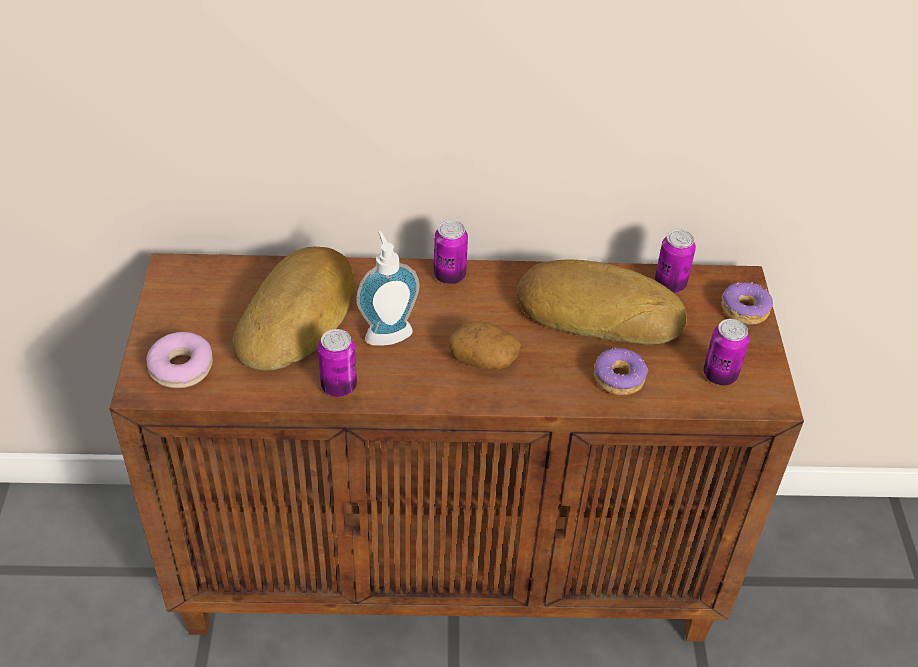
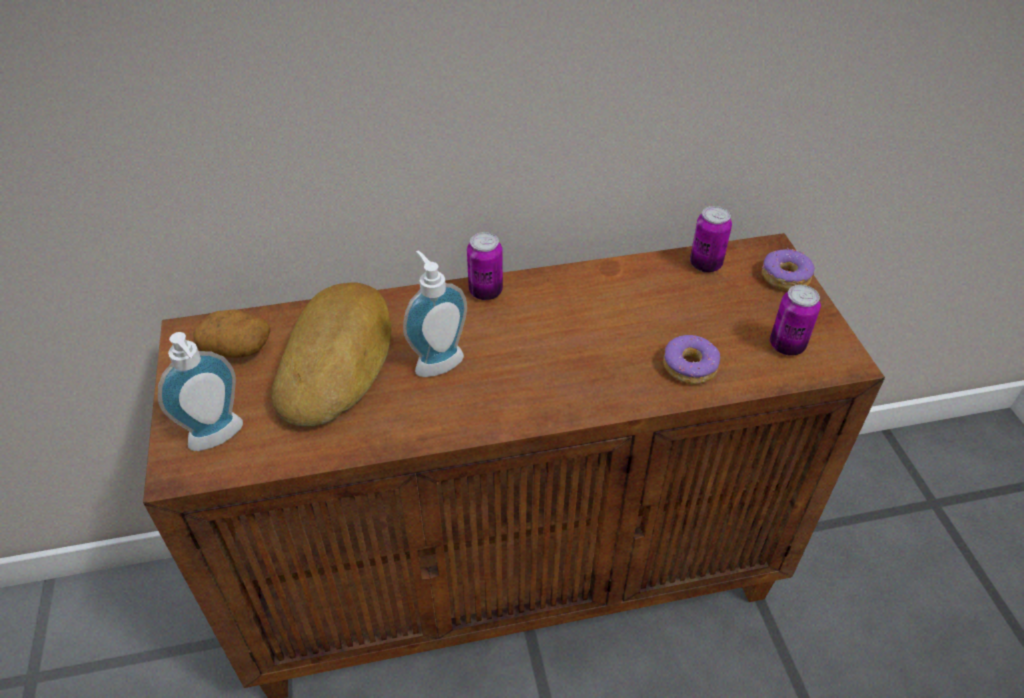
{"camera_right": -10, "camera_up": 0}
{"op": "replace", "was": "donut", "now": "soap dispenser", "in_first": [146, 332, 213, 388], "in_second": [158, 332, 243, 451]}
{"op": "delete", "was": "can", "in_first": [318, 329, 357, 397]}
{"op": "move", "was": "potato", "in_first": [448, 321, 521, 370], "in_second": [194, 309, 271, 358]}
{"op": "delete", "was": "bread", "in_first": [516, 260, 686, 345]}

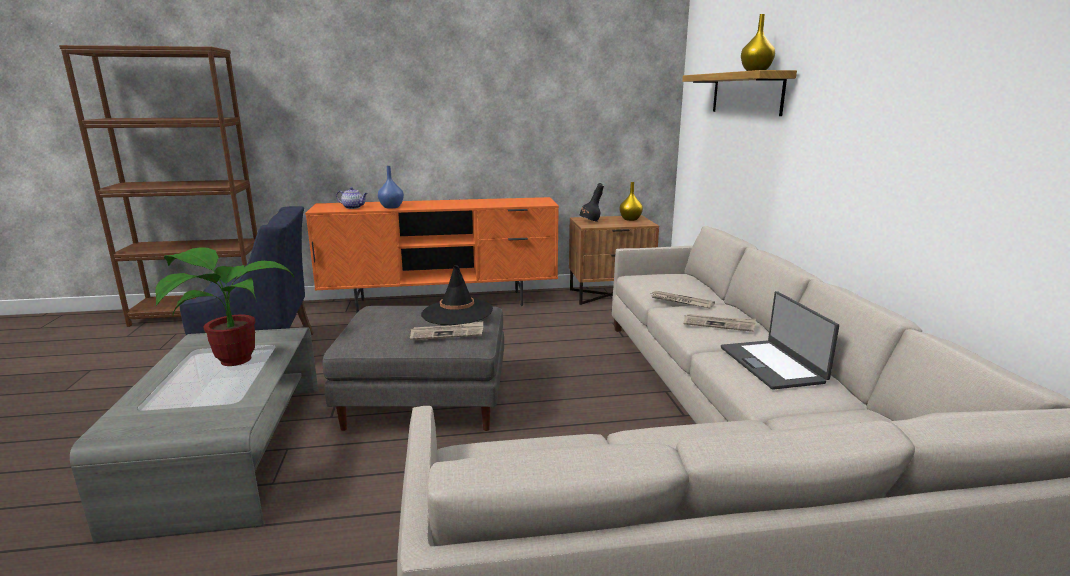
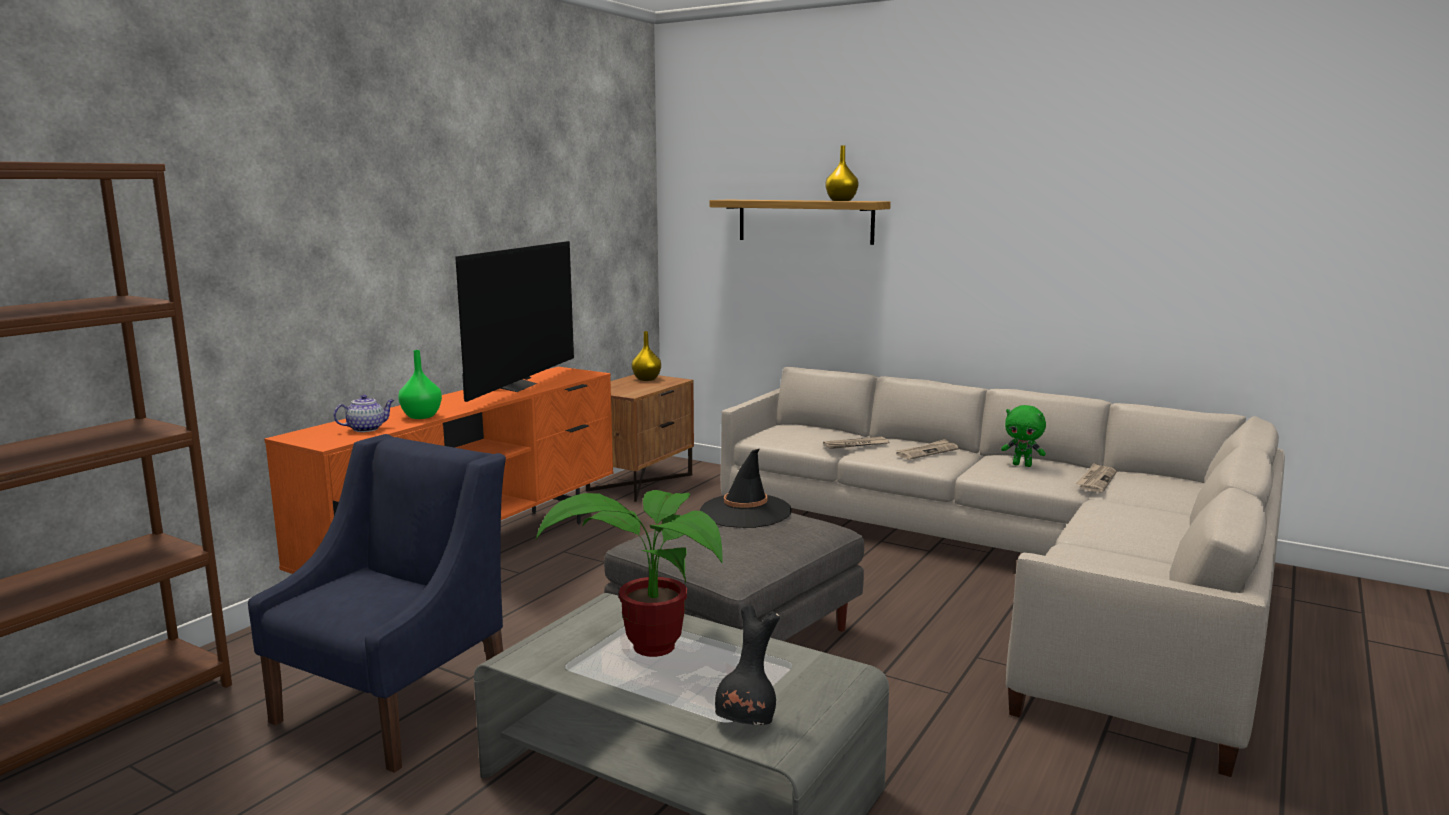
{"camera_right": -50, "camera_up": -5}
{"op": "recolor", "was": "blue vase", "now": "green vase", "in_first": [378, 166, 404, 209], "in_second": [398, 350, 442, 419]}
{"op": "move", "was": "newspaper", "in_first": [410, 321, 483, 340], "in_second": [1076, 463, 1117, 493]}
{"op": "move", "was": "black vase", "in_first": [580, 183, 604, 222], "in_second": [715, 605, 780, 725]}
{"op": "replace", "was": "laptop", "now": "green plush toy", "in_first": [721, 291, 839, 390], "in_second": [1001, 405, 1046, 467]}
{"op": "insert", "now": "television", "in_second": [455, 241, 574, 402]}

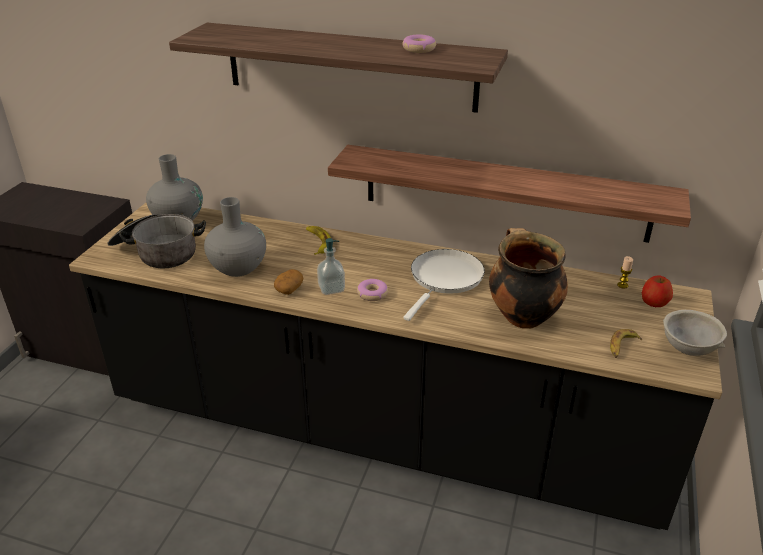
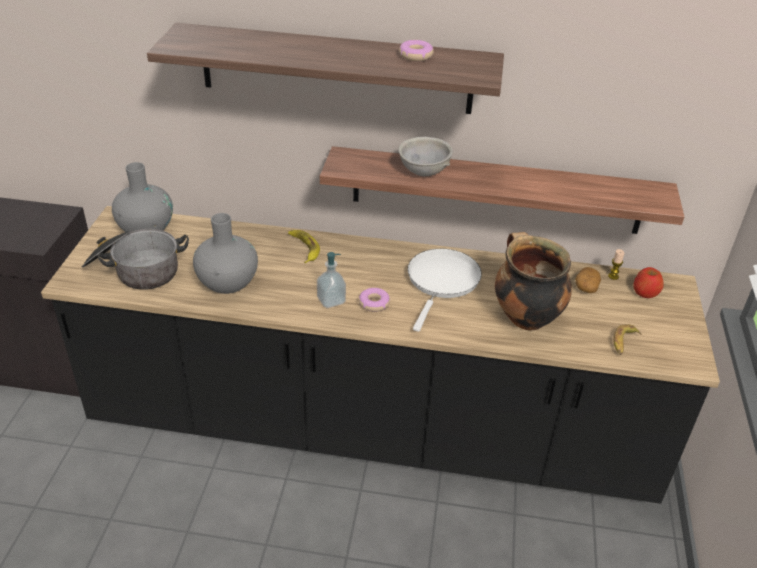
{"camera_right": -10, "camera_up": 5}
{"op": "move", "was": "potato", "in_first": [274, 269, 303, 295], "in_second": [575, 267, 601, 293]}
{"op": "move", "was": "grey bowl", "in_first": [663, 310, 727, 356], "in_second": [399, 137, 453, 176]}

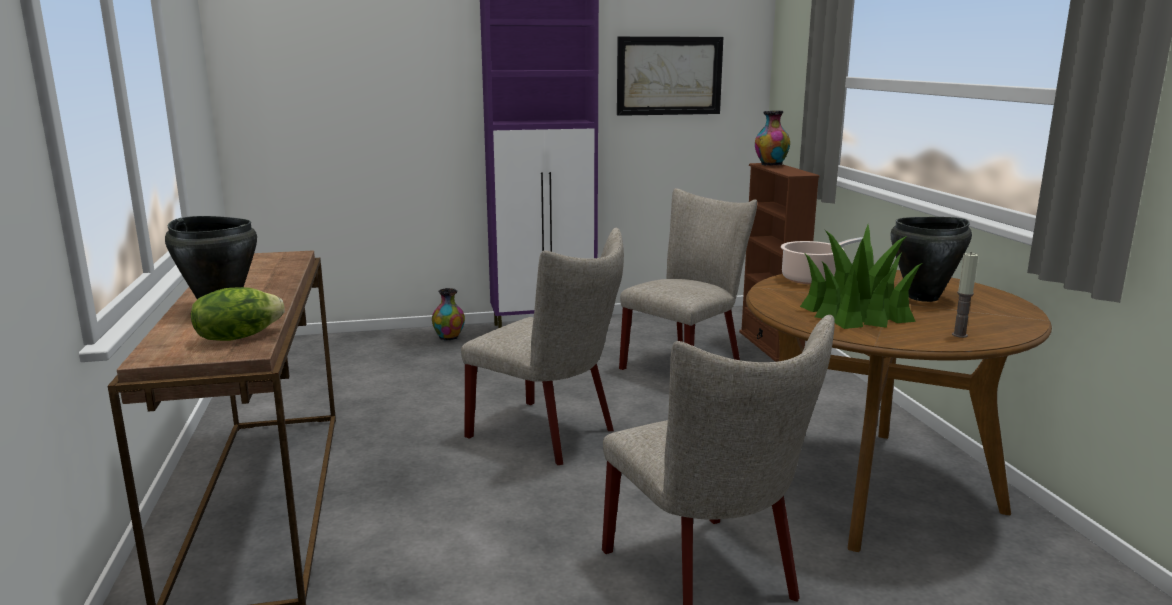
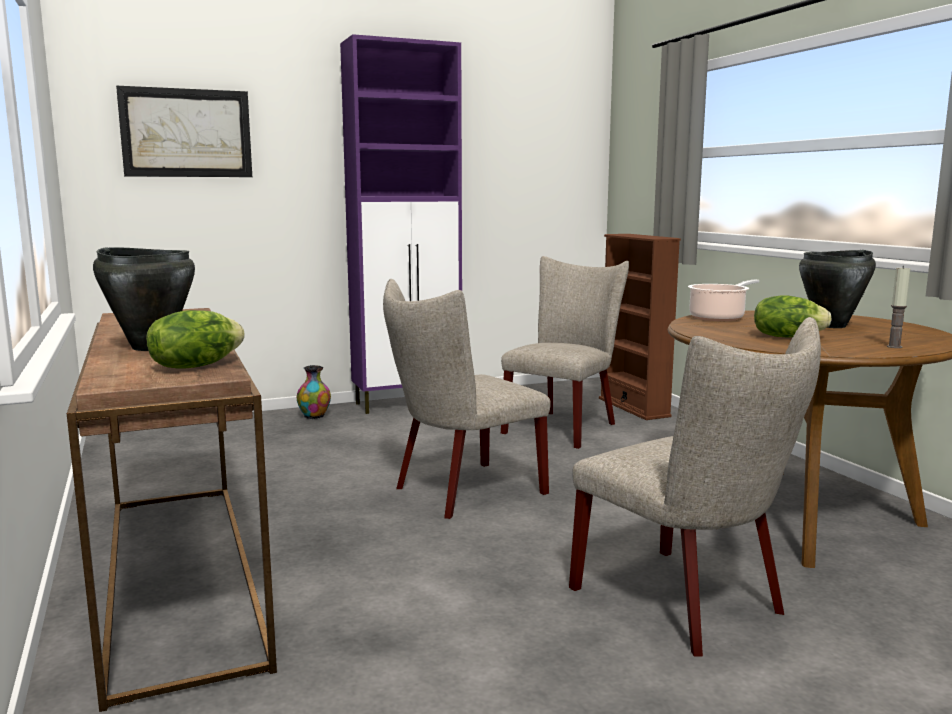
{"camera_right": -10, "camera_up": -5}
{"op": "rotate", "was": "beige chair", "in_first": [461, 228, 624, 465], "in_second": [383, 279, 551, 519], "clockwise": 120}
{"op": "move", "was": "picture", "in_first": [617, 36, 723, 116], "in_second": [116, 86, 252, 177]}
{"op": "delete", "was": "vase", "in_first": [755, 111, 790, 165]}
{"op": "replace", "was": "potted plant", "now": "lettuce", "in_first": [800, 225, 922, 329], "in_second": [754, 296, 832, 337]}

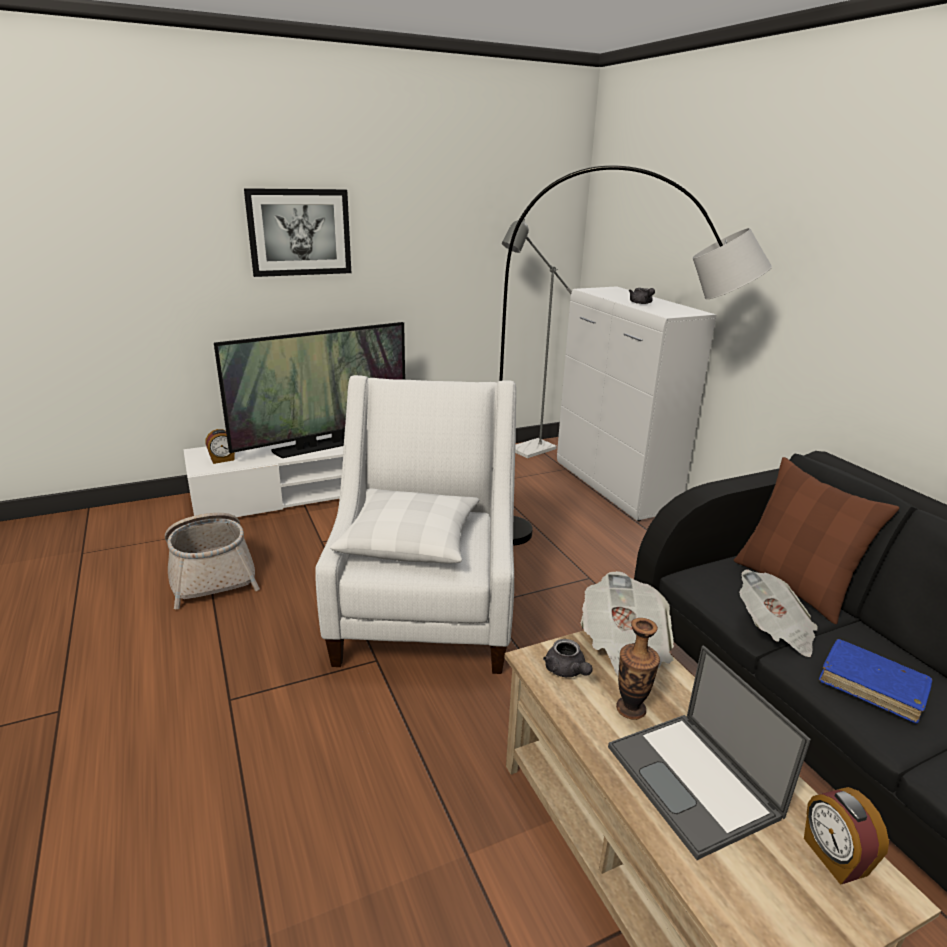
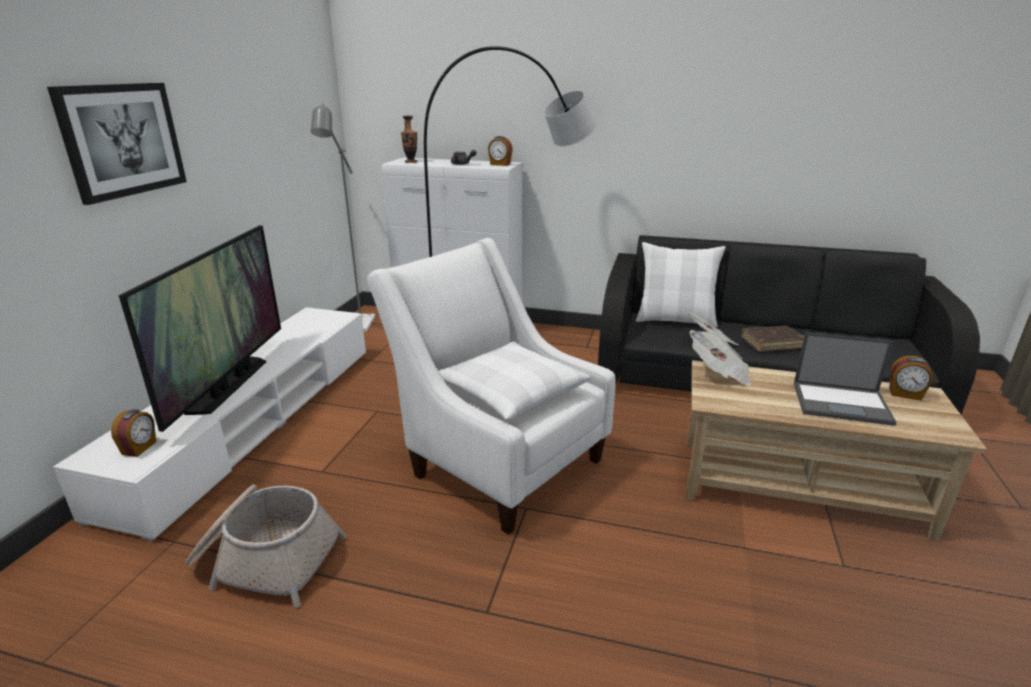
{"camera_right": -50, "camera_up": 0}
{"op": "delete", "was": "grey teapot", "in_first": [543, 639, 593, 677]}
{"op": "move", "was": "vase", "in_first": [616, 618, 660, 720], "in_second": [401, 116, 417, 163]}
{"op": "recolor", "was": "brown pillow", "now": "white pillow", "in_first": [734, 457, 900, 624], "in_second": [636, 242, 726, 327]}
{"op": "recolor", "was": "blue book", "now": "brown book", "in_first": [819, 639, 932, 723], "in_second": [741, 326, 804, 352]}
{"op": "insert", "now": "alarm clock", "in_second": [488, 136, 513, 166]}

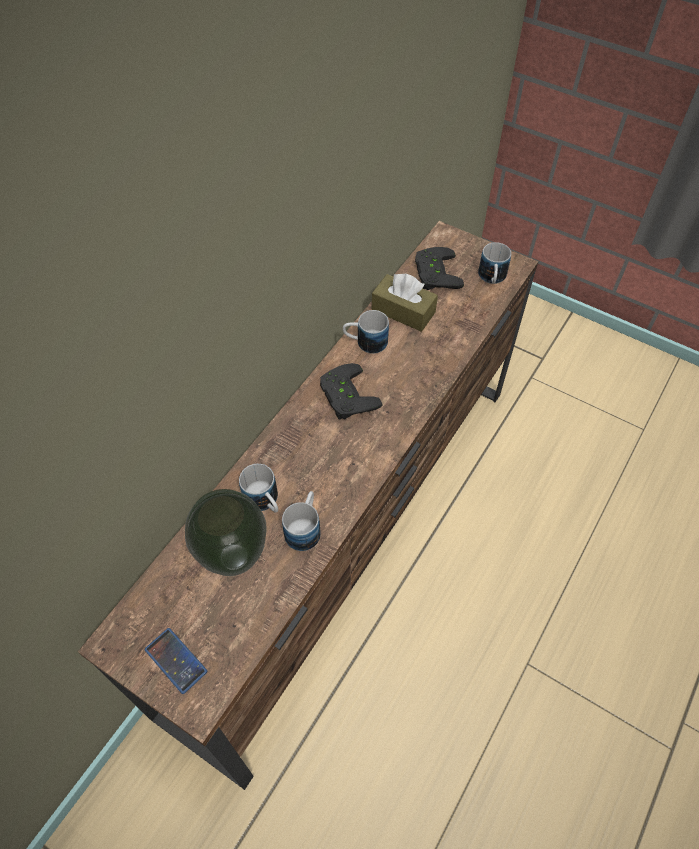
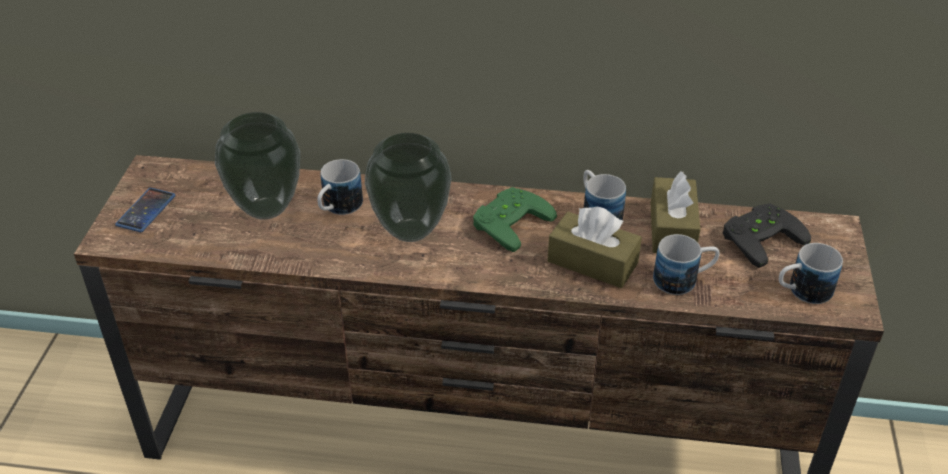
{"camera_right": 65, "camera_up": -15}
{"op": "move", "was": "mug", "in_first": [282, 491, 321, 551], "in_second": [653, 234, 720, 295]}
{"op": "recolor", "was": "black game controller", "now": "green game controller", "in_first": [320, 363, 383, 419], "in_second": [473, 187, 557, 252]}
{"op": "insert", "now": "vase", "in_second": [365, 133, 451, 242]}
{"op": "insert", "now": "brown tissue box", "in_second": [548, 207, 642, 288]}

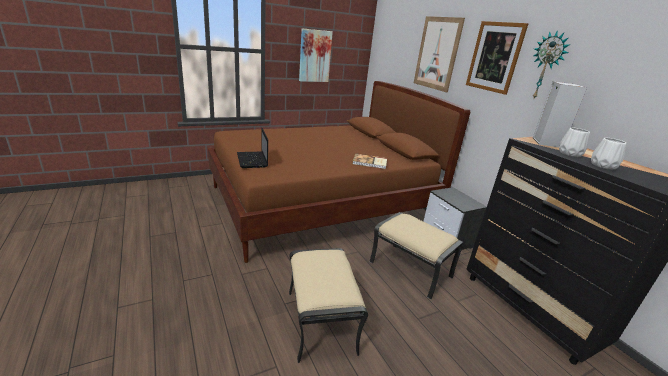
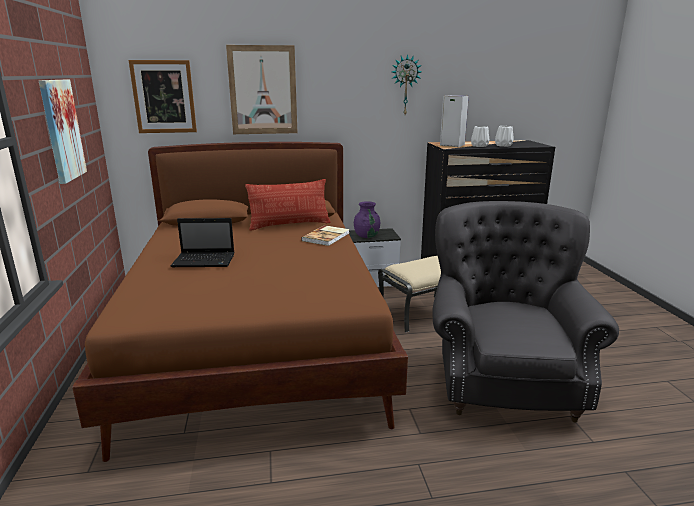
{"camera_right": -70, "camera_up": -5}
{"op": "move", "was": "laptop", "in_first": [237, 128, 268, 168], "in_second": [170, 218, 235, 267]}
{"op": "replace", "was": "beige ottoman", "now": "grey armchair", "in_first": [289, 248, 368, 363], "in_second": [432, 201, 619, 423]}
{"op": "move", "was": "picture", "in_first": [466, 21, 528, 95], "in_second": [129, 60, 197, 133]}
{"op": "insert", "now": "pillow", "in_second": [245, 179, 331, 231]}
{"op": "insert", "now": "purple vase", "in_second": [354, 201, 380, 238]}

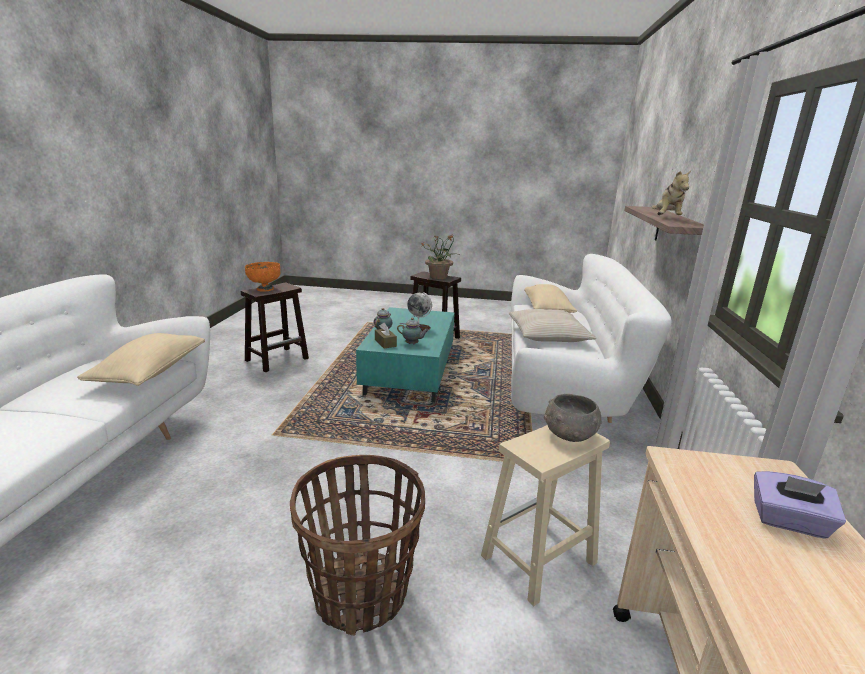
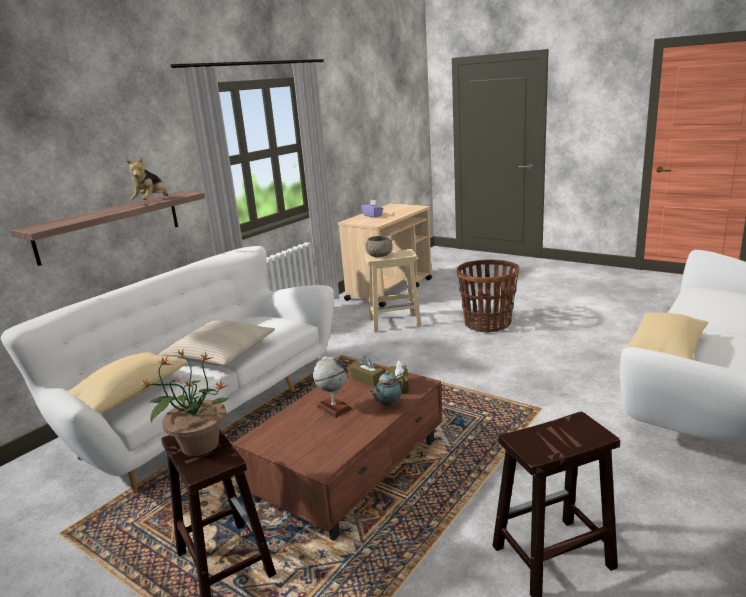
{"camera_right": -150, "camera_up": 0}
{"op": "delete", "was": "orange bowl", "in_first": [245, 262, 280, 292]}
{"op": "recolor", "was": "turquoise coffee table", "now": "brown coffee table", "in_first": [356, 307, 455, 402], "in_second": [232, 359, 442, 541]}
{"op": "replace", "was": "teapot", "now": "brown tissue box", "in_first": [397, 318, 429, 344], "in_second": [351, 356, 385, 387]}
{"op": "rotate", "was": "plush toy", "in_first": [652, 170, 691, 215], "in_second": [127, 157, 168, 200], "clockwise": 150}

